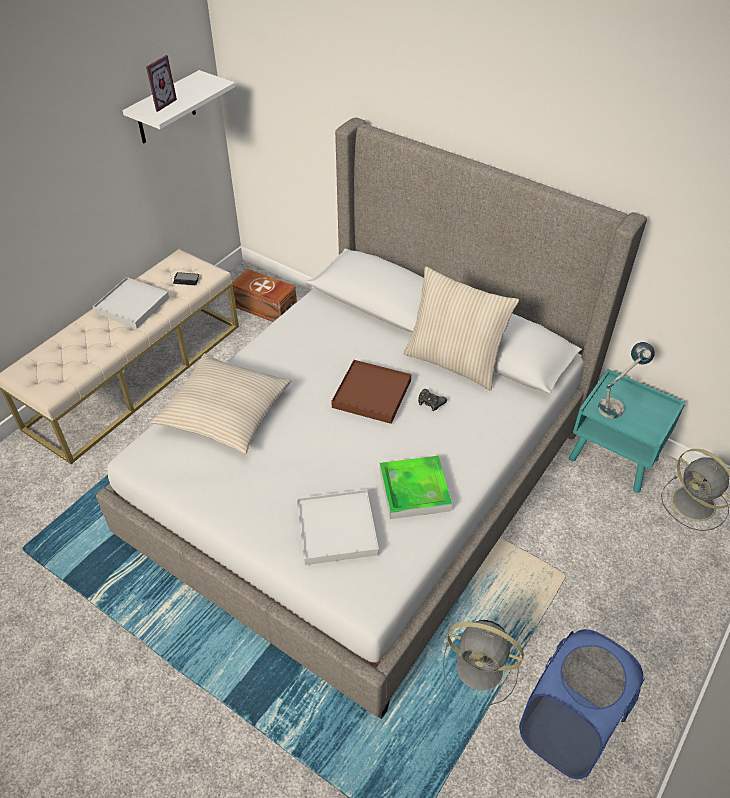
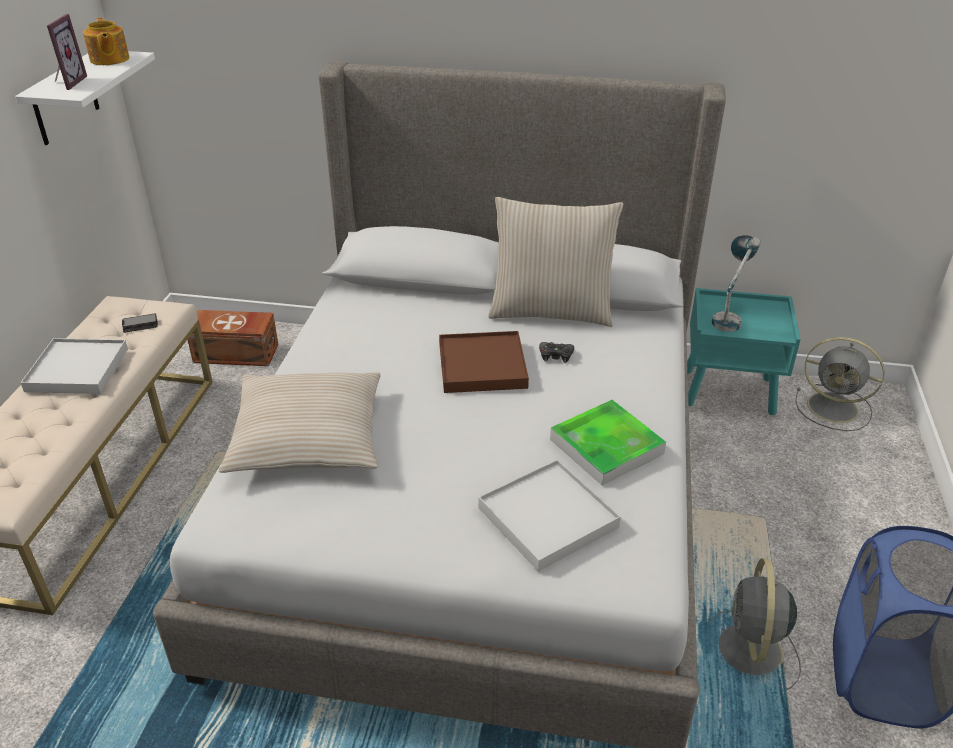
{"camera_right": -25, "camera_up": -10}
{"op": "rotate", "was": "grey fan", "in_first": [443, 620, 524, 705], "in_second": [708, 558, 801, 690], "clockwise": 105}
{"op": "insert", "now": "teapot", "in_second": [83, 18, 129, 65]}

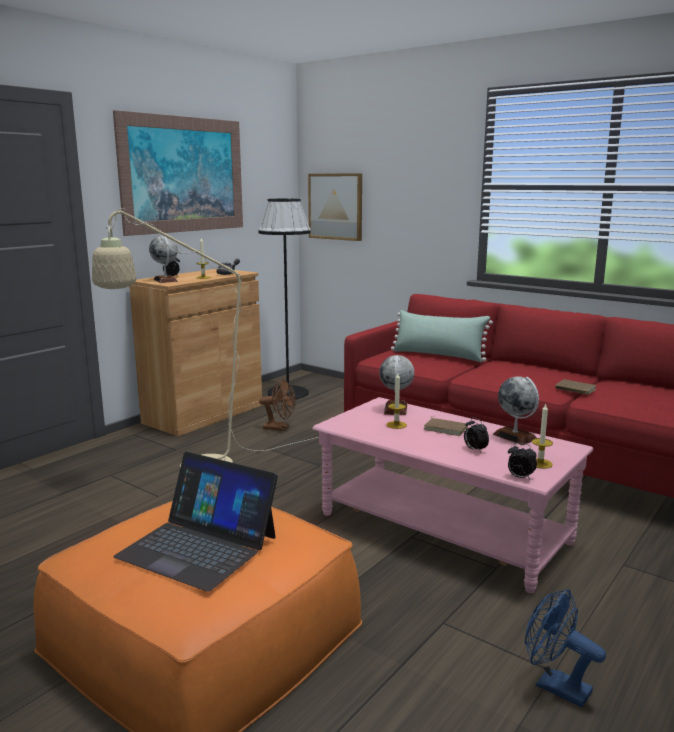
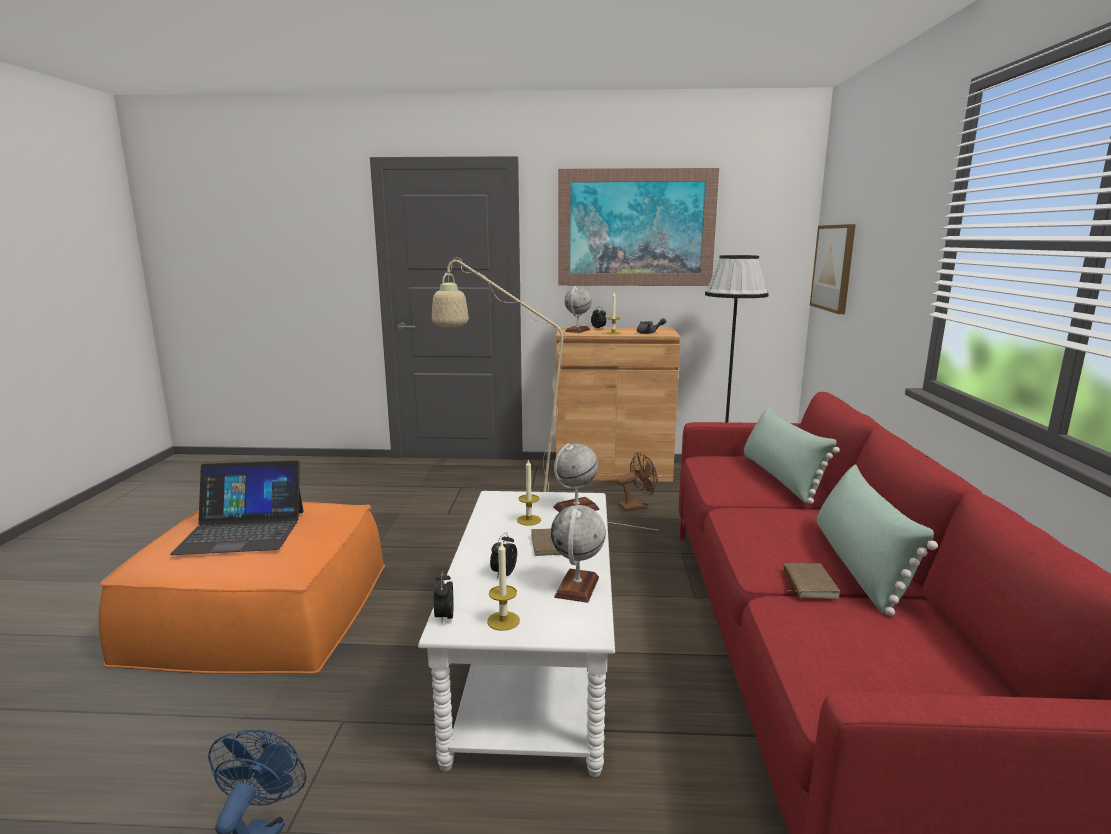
{"camera_right": 55, "camera_up": 0}
{"op": "rotate", "was": "laptop", "in_first": [113, 452, 278, 592], "in_second": [170, 461, 303, 555], "clockwise": -90}
{"op": "rotate", "was": "brown fan", "in_first": [259, 379, 296, 431], "in_second": [616, 452, 658, 511], "clockwise": -90}
{"op": "recolor", "was": "pink coffee table", "now": "white coffee table", "in_first": [312, 397, 593, 593], "in_second": [418, 491, 615, 777]}
{"op": "insert", "now": "green pillow", "in_second": [817, 464, 938, 616]}

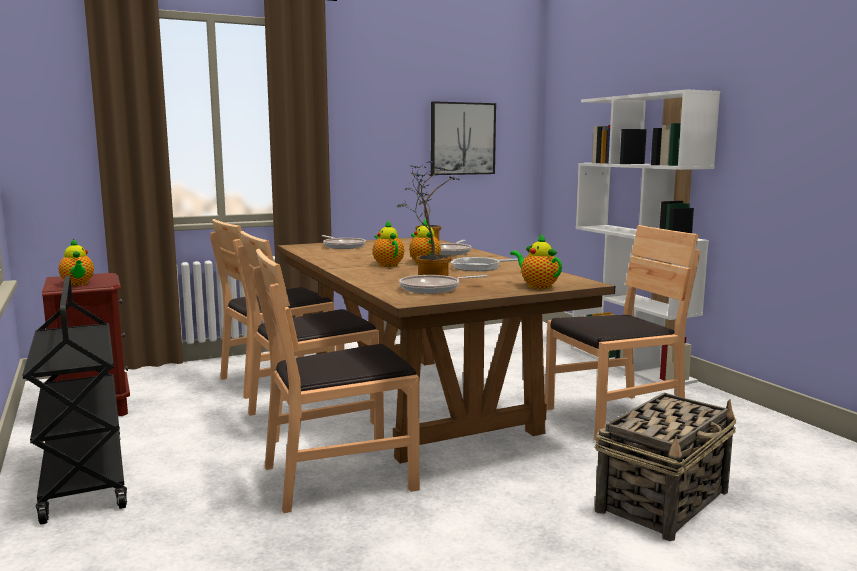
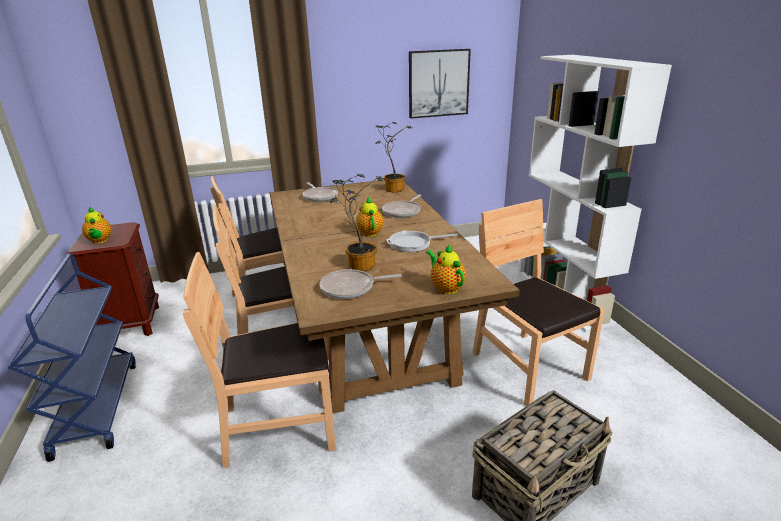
{"camera_right": 10, "camera_up": 15}
{"op": "recolor", "was": "black cart", "now": "blue cart", "in_first": [23, 276, 127, 525], "in_second": [8, 254, 136, 462]}
{"op": "delete", "was": "teapot", "in_first": [373, 221, 404, 267]}
{"op": "rotate", "was": "brown chair", "in_first": [545, 225, 700, 441], "in_second": [472, 199, 605, 406], "clockwise": -105}

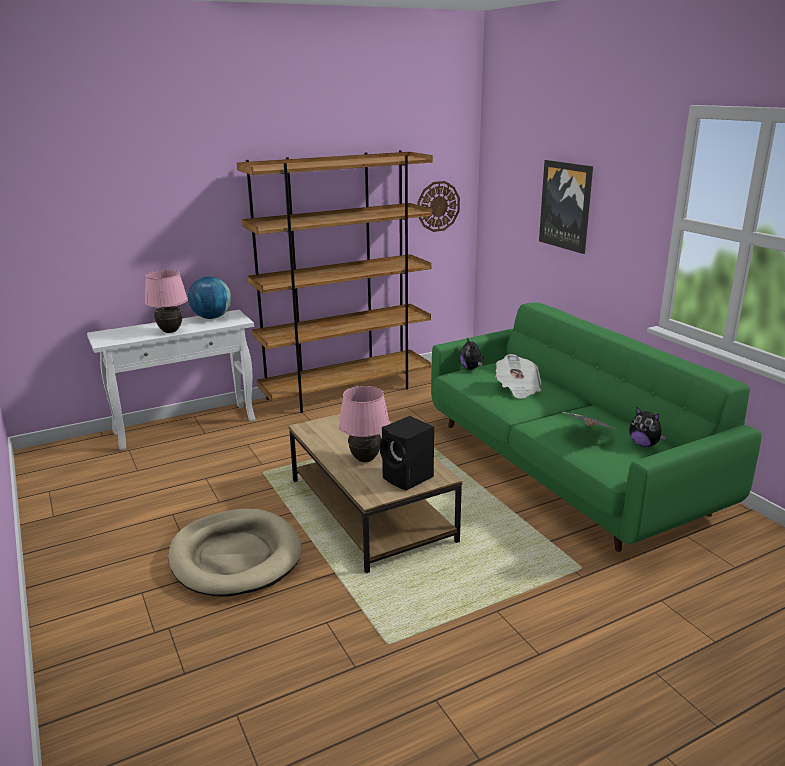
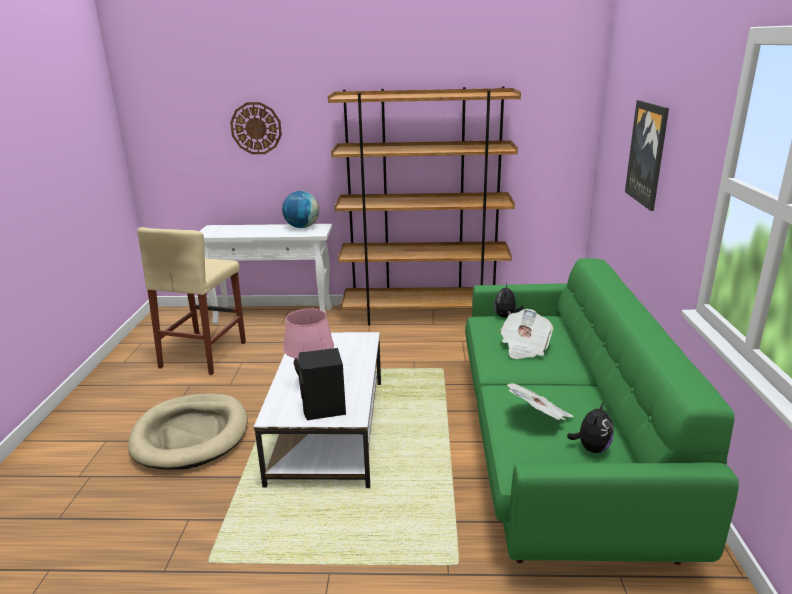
{"camera_right": 30, "camera_up": 0}
{"op": "delete", "was": "pink table lamp", "in_first": [144, 270, 188, 333]}
{"op": "recolor", "was": "brown coffee table", "now": "white coffee table", "in_first": [288, 414, 463, 573], "in_second": [254, 332, 381, 488]}
{"op": "move", "was": "wall clock", "in_first": [417, 181, 460, 232], "in_second": [230, 102, 282, 154]}
{"op": "rotate", "was": "plush toy", "in_first": [629, 407, 667, 447], "in_second": [567, 402, 613, 453], "clockwise": -135}
{"op": "insert", "now": "beige stool", "in_second": [137, 227, 246, 375]}

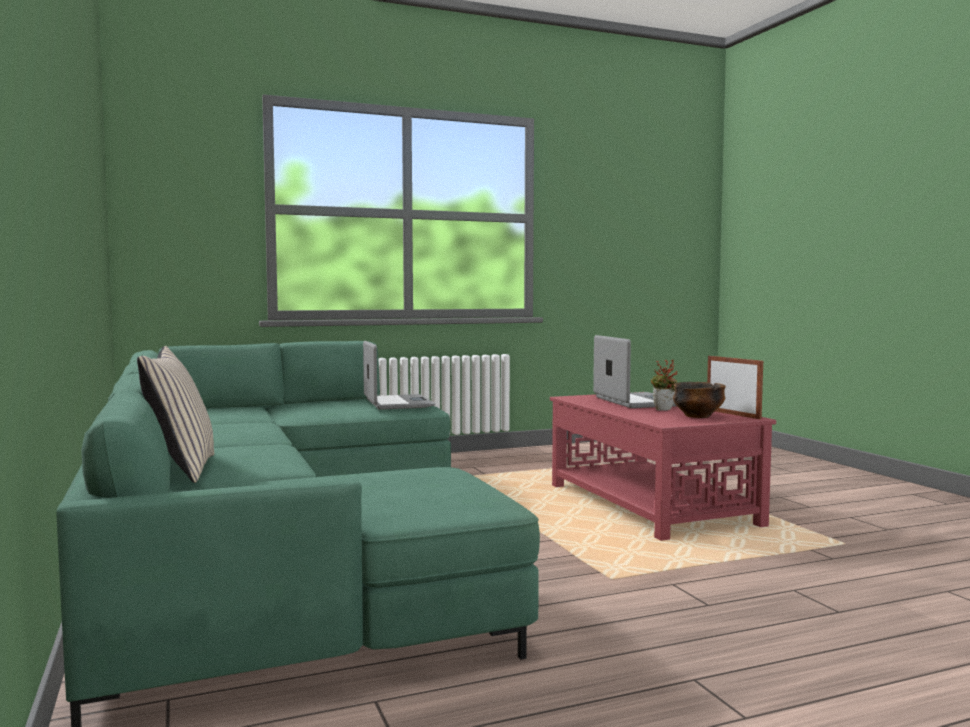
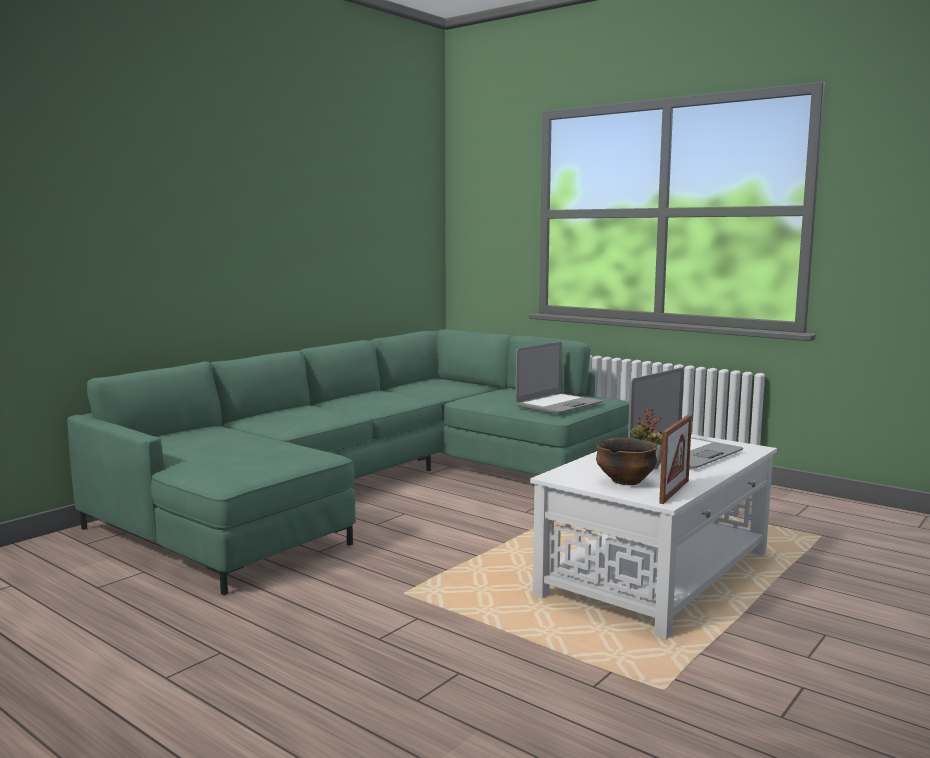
{"camera_right": 60, "camera_up": 5}
{"op": "delete", "was": "beige pillow", "in_first": [137, 346, 214, 483]}
{"op": "recolor", "was": "red coffee table", "now": "white coffee table", "in_first": [550, 392, 776, 541], "in_second": [530, 434, 777, 639]}

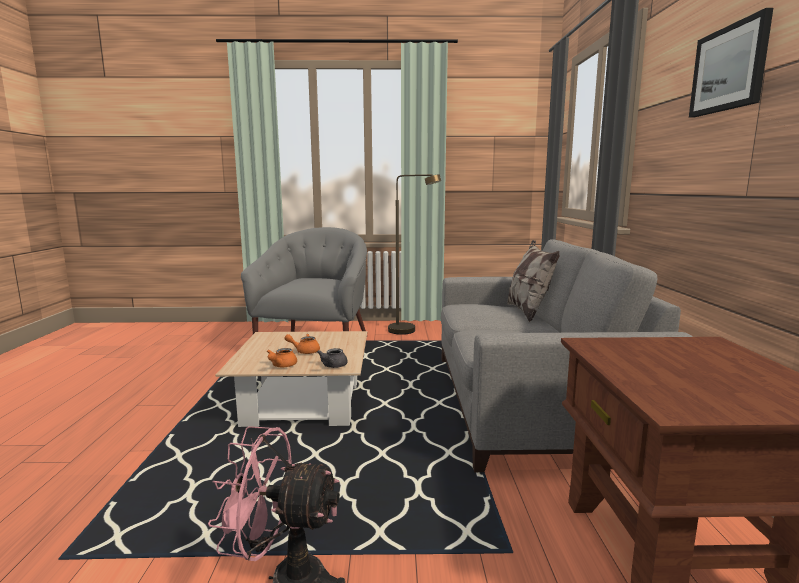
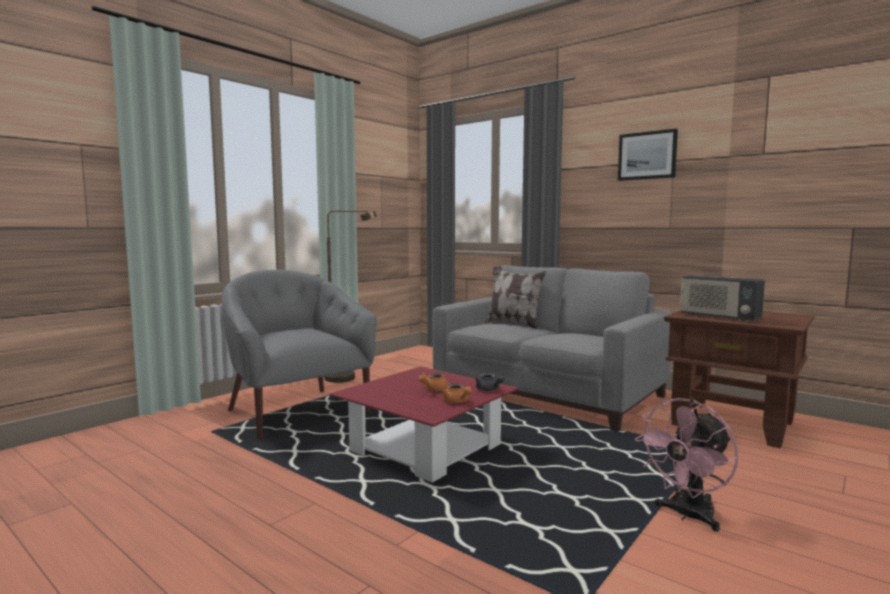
{"camera_right": -50, "camera_up": -5}
{"op": "recolor", "was": "beige coffee table", "now": "red coffee table", "in_first": [216, 331, 367, 427], "in_second": [330, 366, 518, 483]}
{"op": "insert", "now": "radio", "in_second": [680, 275, 765, 322]}

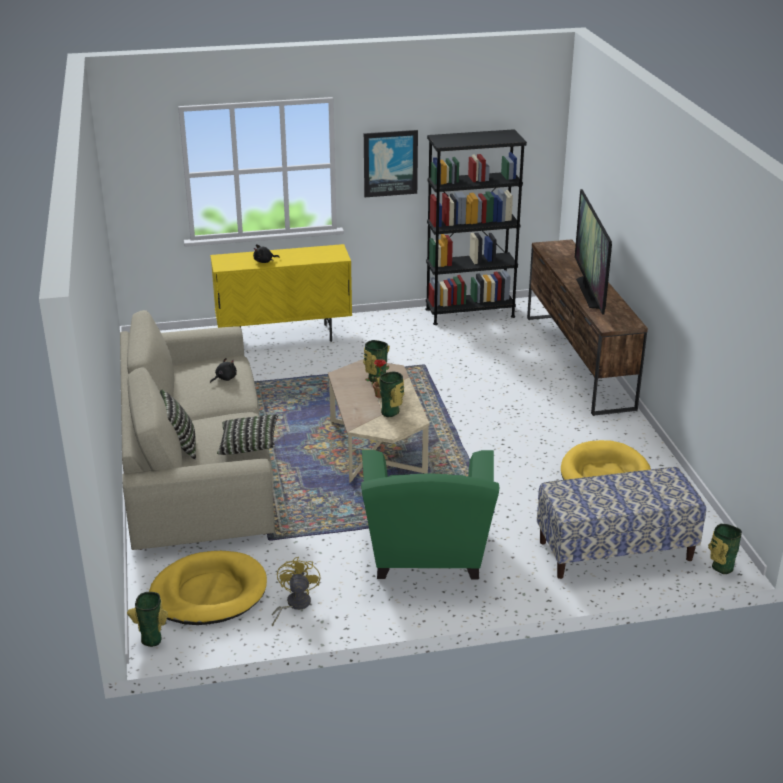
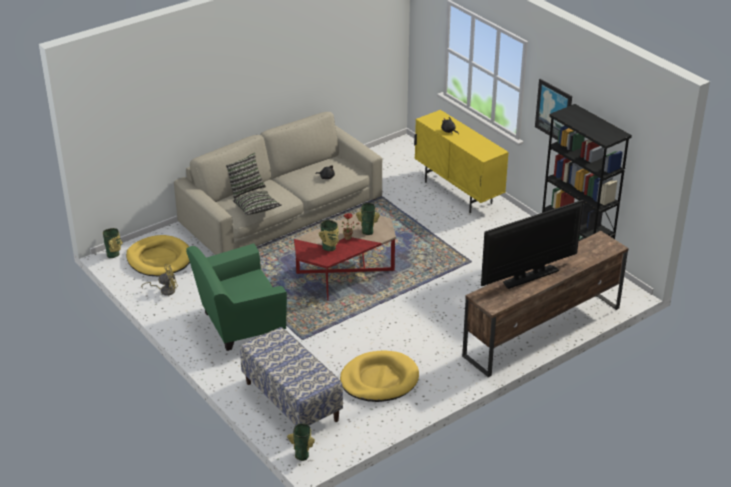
{"camera_right": 65, "camera_up": 5}
{"op": "recolor", "was": "beige coffee table", "now": "red coffee table", "in_first": [328, 359, 429, 483], "in_second": [294, 213, 396, 301]}

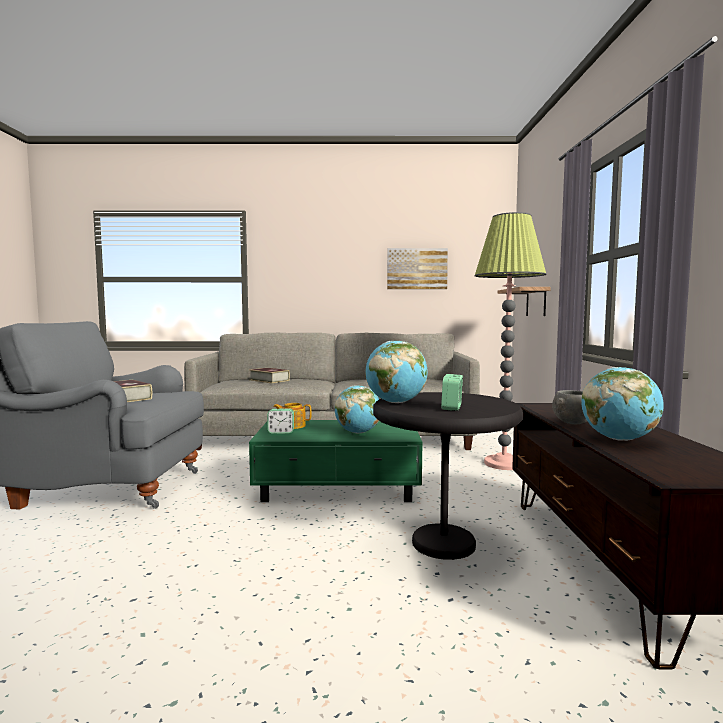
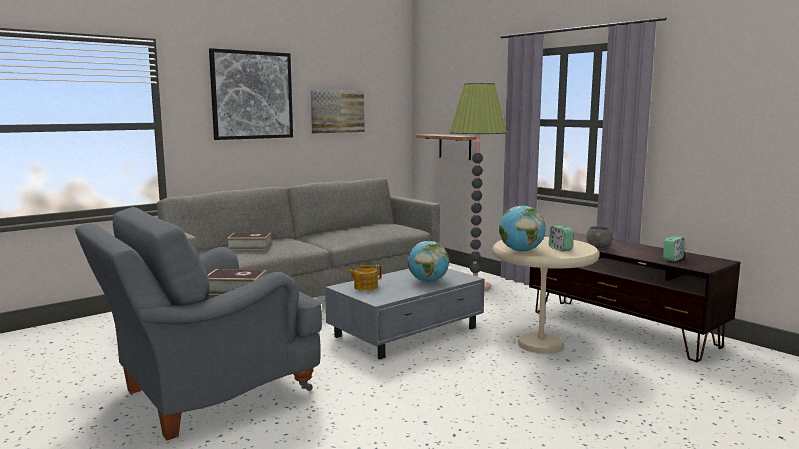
{"camera_right": -40, "camera_up": 5}
{"op": "recolor", "was": "green coffee table", "now": "grey coffee table", "in_first": [249, 420, 422, 502], "in_second": [325, 269, 485, 359]}
{"op": "move", "was": "alarm clock", "in_first": [267, 409, 294, 434], "in_second": [663, 236, 685, 261]}
{"op": "recolor", "was": "black side table", "now": "beige side table", "in_first": [373, 392, 523, 560], "in_second": [492, 237, 600, 354]}
{"op": "delete", "was": "globe", "in_first": [581, 367, 664, 441]}
{"op": "insert", "now": "picture", "in_second": [209, 48, 293, 140]}

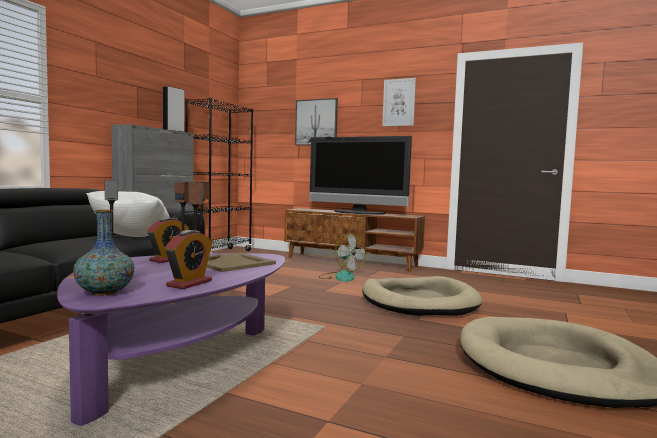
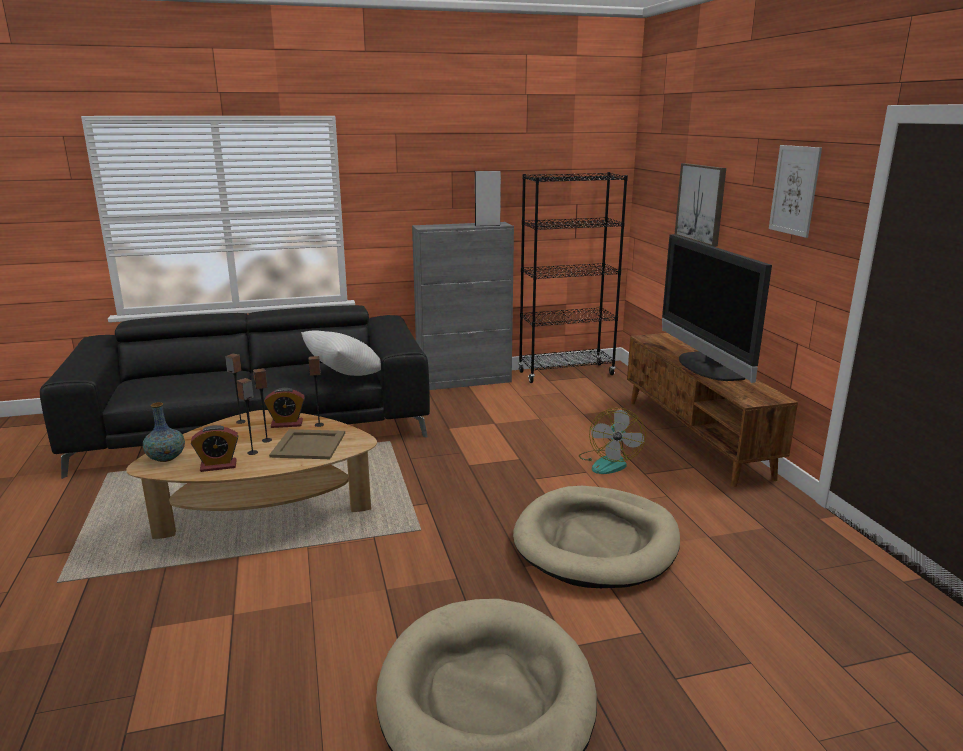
{"camera_right": 50, "camera_up": 15}
{"op": "recolor", "was": "purple coffee table", "now": "brown coffee table", "in_first": [57, 253, 285, 426], "in_second": [126, 410, 377, 539]}

